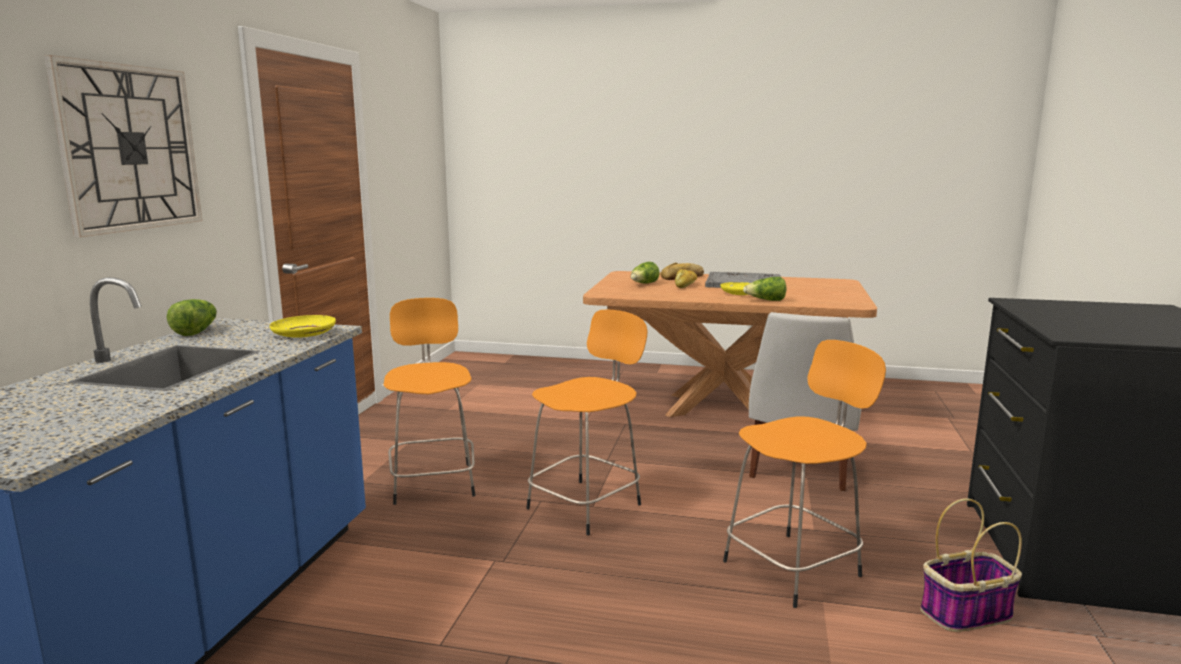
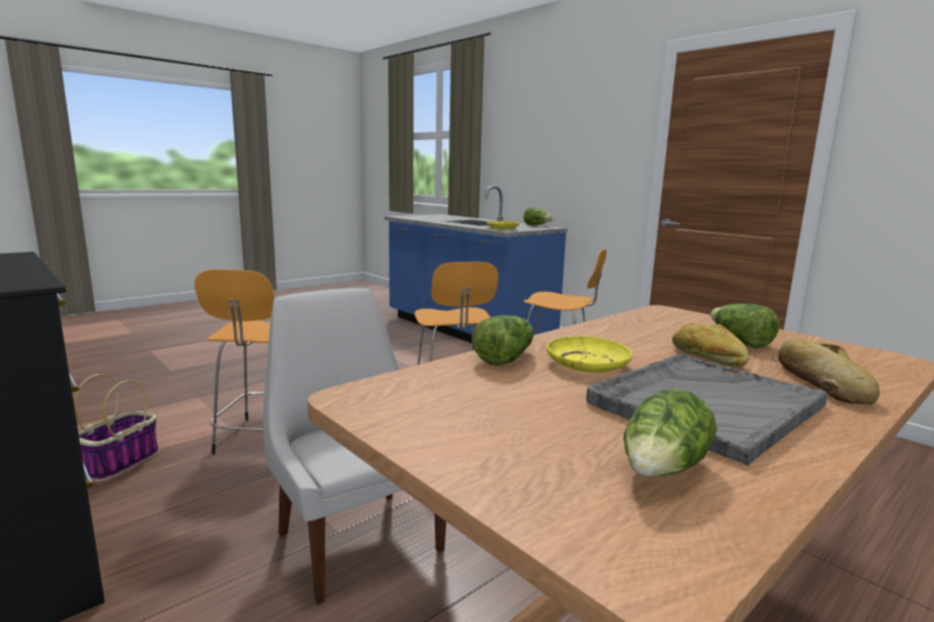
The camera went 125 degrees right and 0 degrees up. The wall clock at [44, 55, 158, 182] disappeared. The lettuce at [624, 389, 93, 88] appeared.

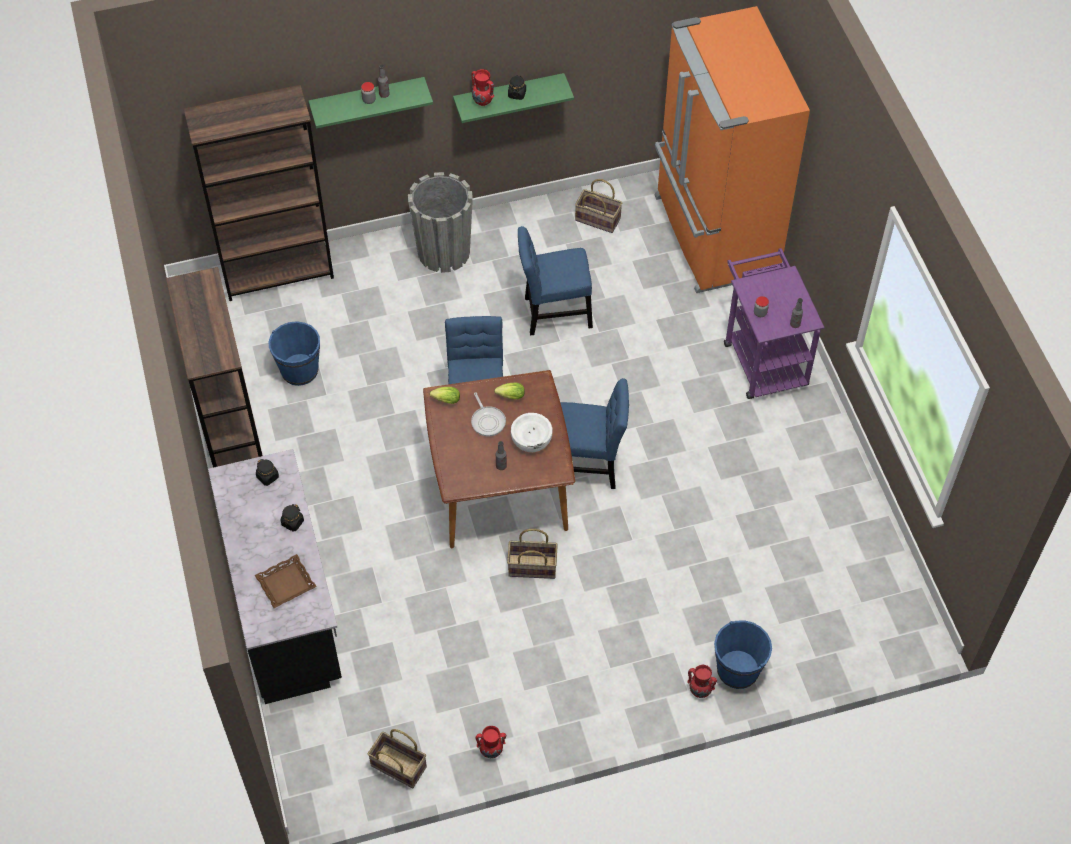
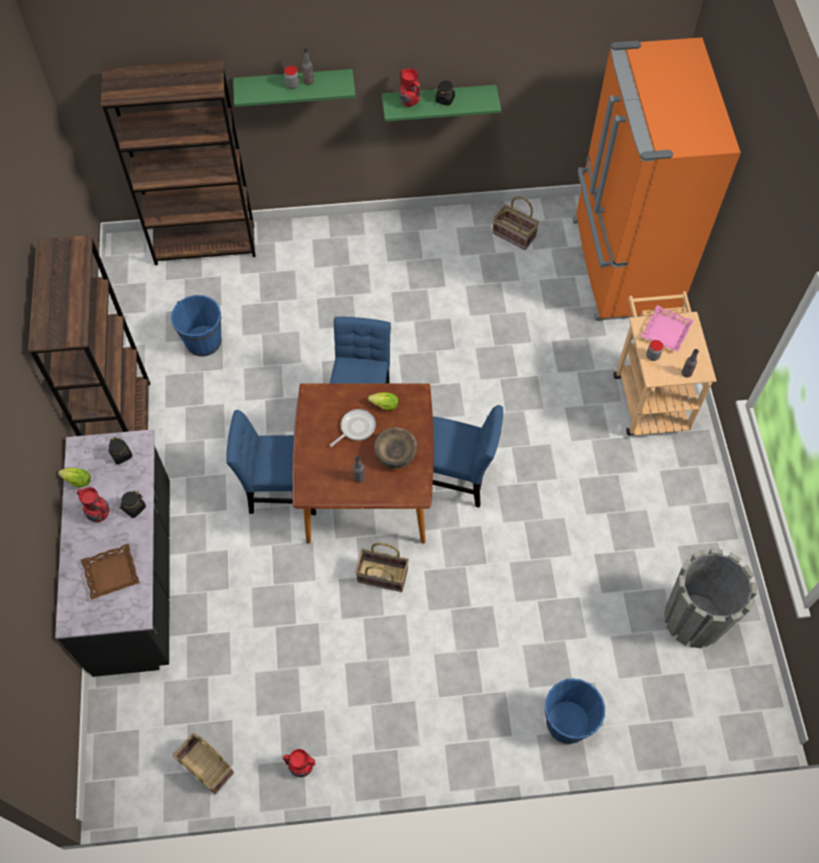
The camera went 10 degrees right and 5 degrees up. The grey planter moved from [408, 172, 65, 101] to [664, 549, 93, 99]. The lettuce moved from [430, 387, 30, 17] to [58, 468, 33, 20]. The frying pan at [471, 392, 35, 45] turned 120 degrees counterclockwise. The white bowl at [511, 413, 42, 39] became the brown bowl at [374, 427, 43, 42]. The blue chair moved from [518, 226, 75, 109] to [226, 410, 90, 105]. The red vase moved from [688, 665, 29, 33] to [77, 487, 32, 35]. The purple cart at [724, 248, 101, 151] became the beige cart at [614, 291, 103, 145]. The pink tray at [641, 305, 53, 47] appeared.

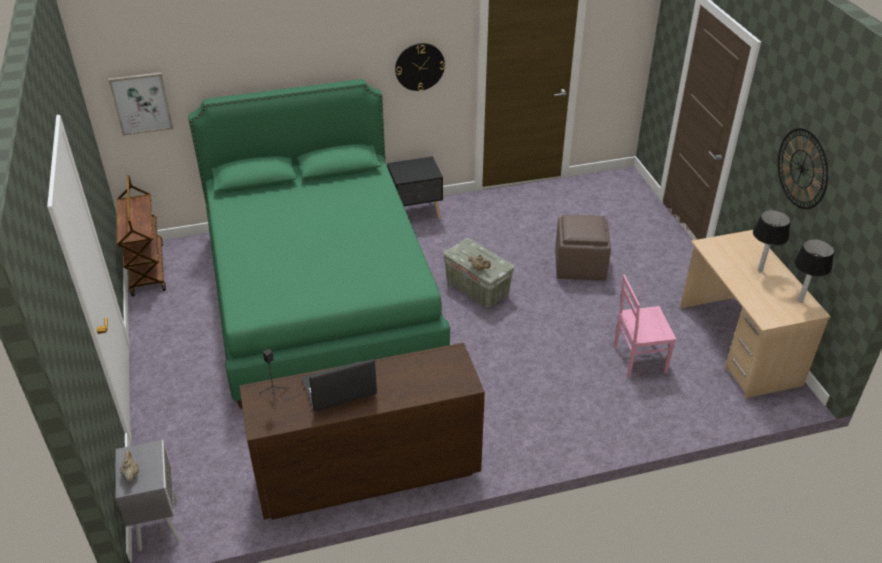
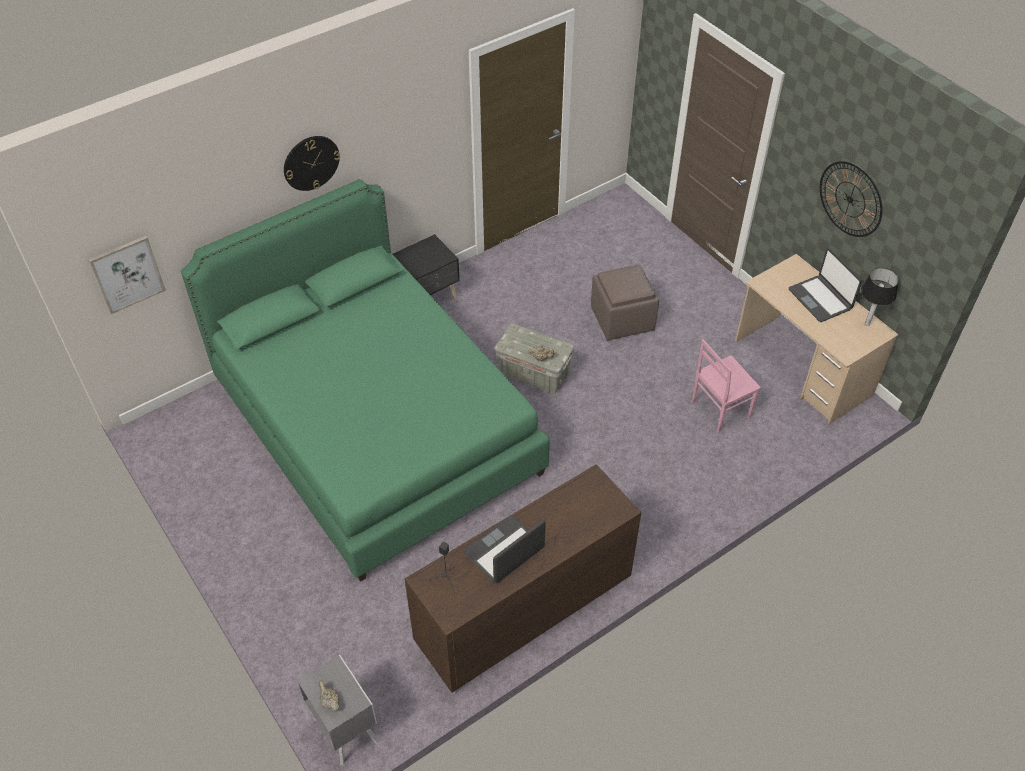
The camera went 20 degrees left and 10 degrees up. The brown cart at [117, 175, 49, 121] disappeared. The wall clock moved from [395, 43, 50, 48] to [284, 136, 56, 55]. The table lamp at [753, 210, 37, 62] was replaced by the laptop at [789, 248, 73, 74].

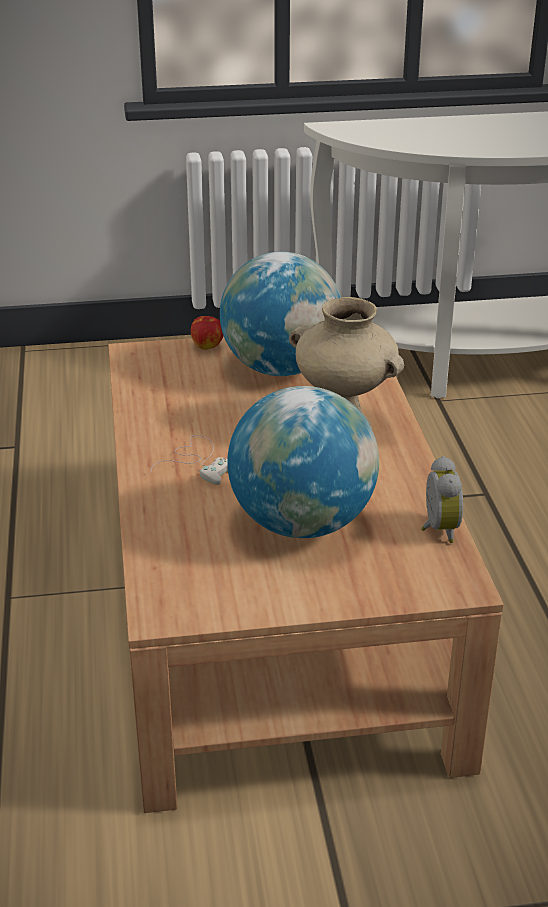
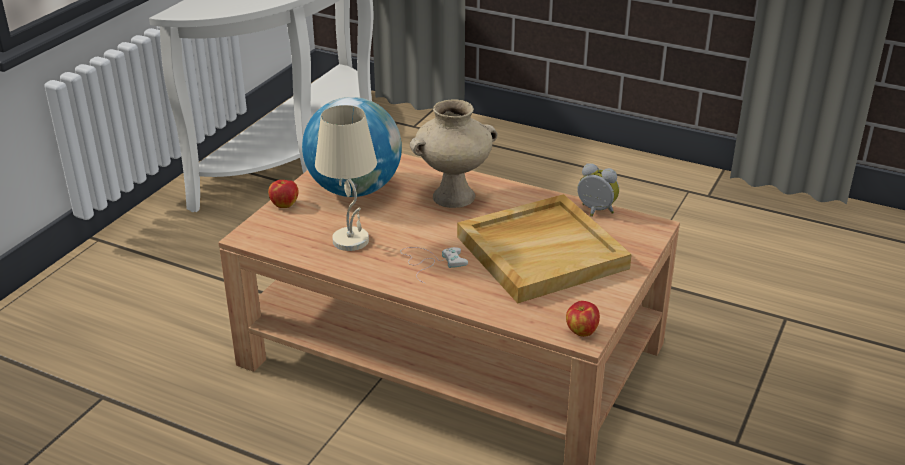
The camera went 55 degrees left and 0 degrees up. The globe at [227, 386, 152, 152] was replaced by the beige tray at [457, 194, 175, 109]. The beige table lamp at [315, 105, 62, 146] appeared. The apple at [566, 301, 34, 36] appeared.

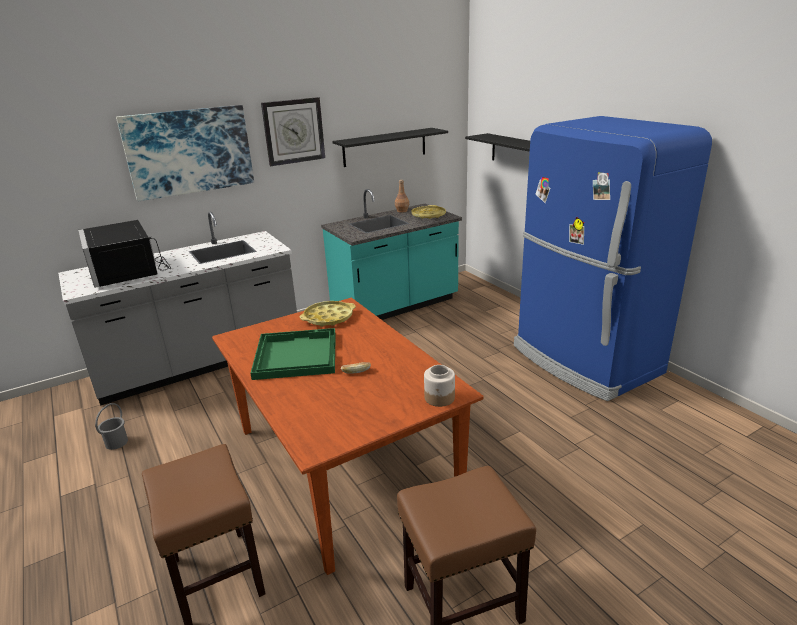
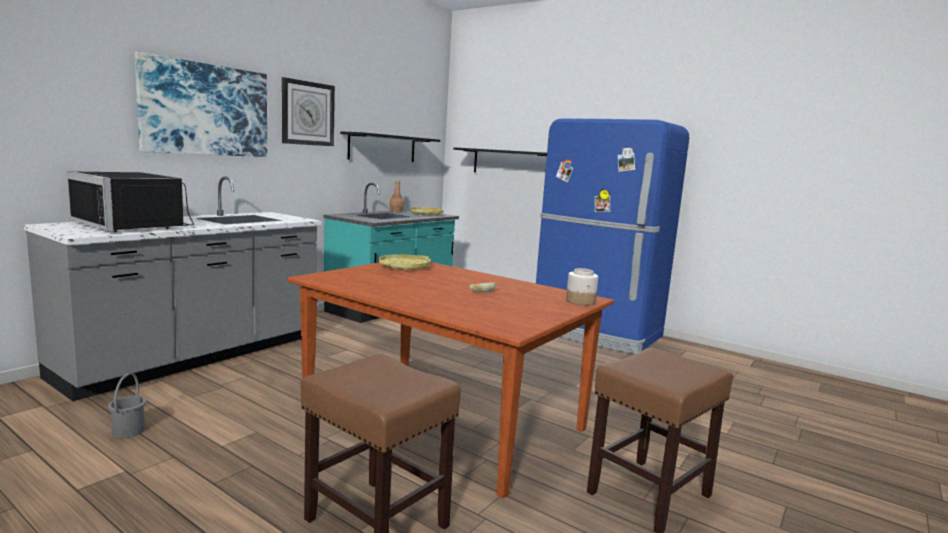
The camera went 25 degrees left and 15 degrees down. The green tray at [250, 328, 86, 52] disappeared.

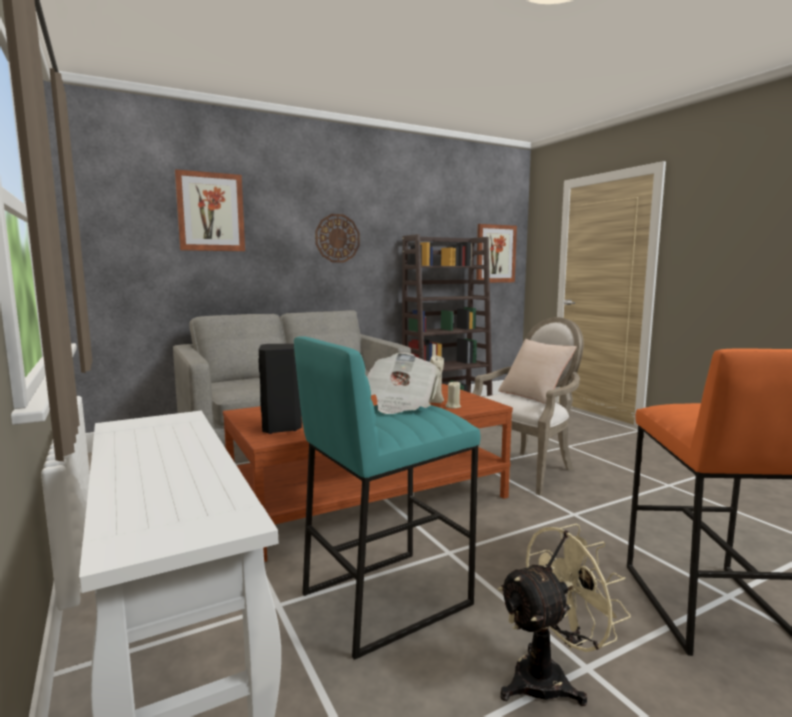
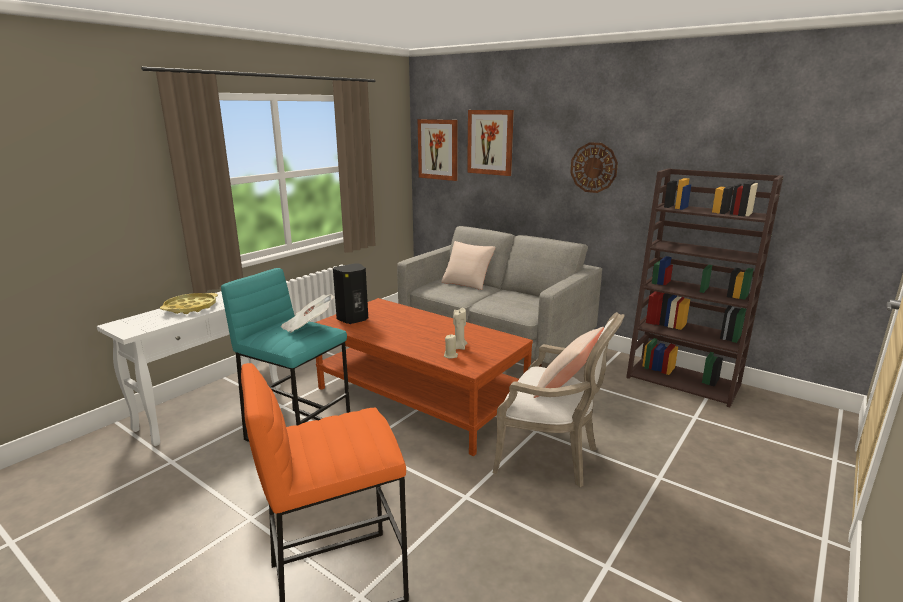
The camera went 65 degrees right and 10 degrees up. The picture moved from [476, 224, 41, 59] to [418, 119, 40, 62]. The beige fan at [497, 523, 134, 183] disappeared. The yellow tray at [160, 293, 58, 21] appeared. The beige pillow at [441, 241, 55, 49] appeared.

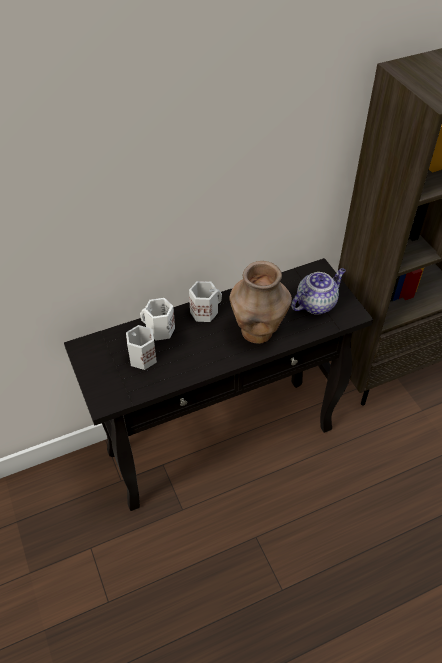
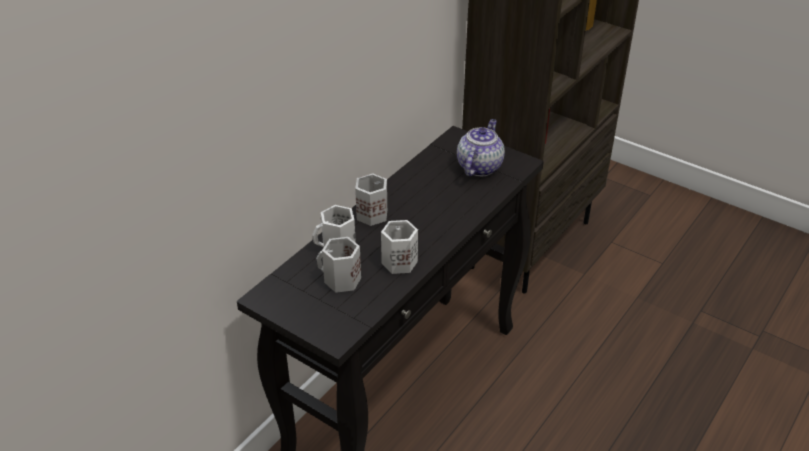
The camera went 30 degrees left and 10 degrees down. The brown vase at [229, 261, 63, 83] disappeared. The white mug at [381, 220, 37, 54] appeared.

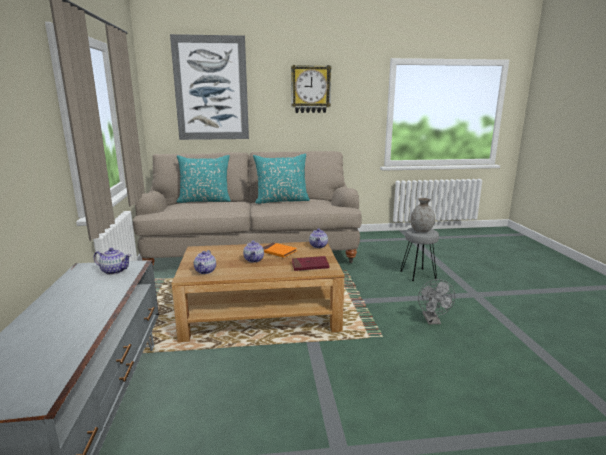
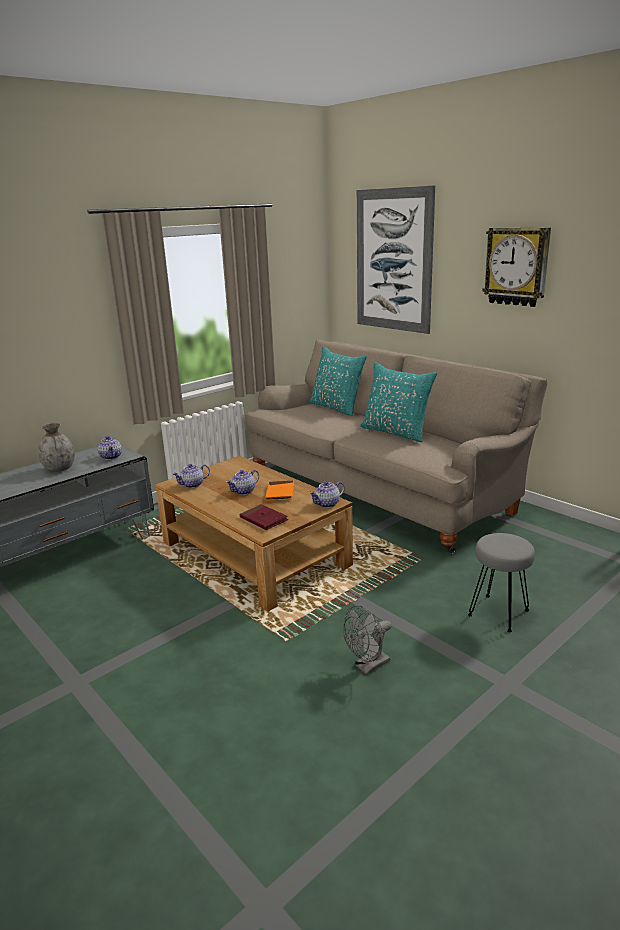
The camera went 55 degrees right and 5 degrees up. The grey vase moved from [410, 198, 25, 34] to [38, 423, 37, 49].

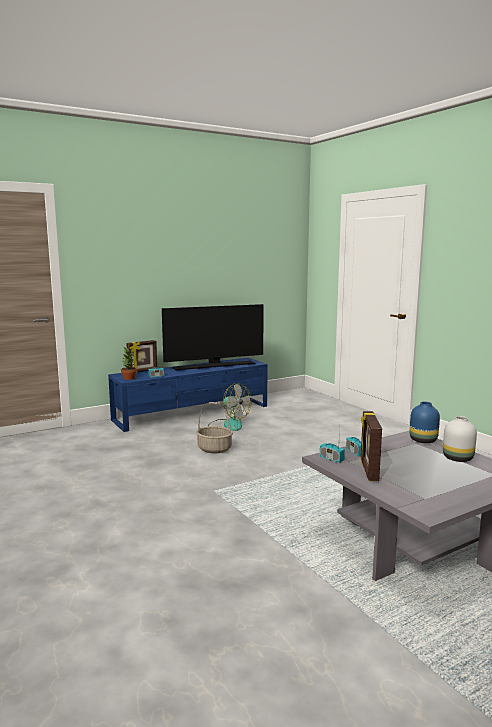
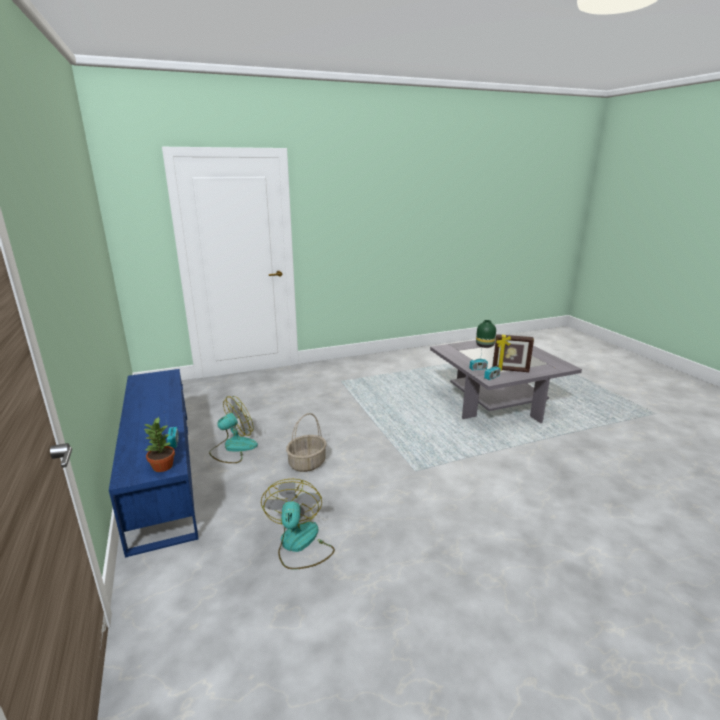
The camera went 80 degrees left and 10 degrees up. The picture frame at [126, 340, 31, 33] disappeared. The television at [162, 304, 102, 66] disappeared. The blue vase at [410, 402, 30, 41] disappeared. The white vase at [443, 416, 34, 46] became the green vase at [476, 320, 20, 28]. The fan at [261, 479, 74, 90] appeared.

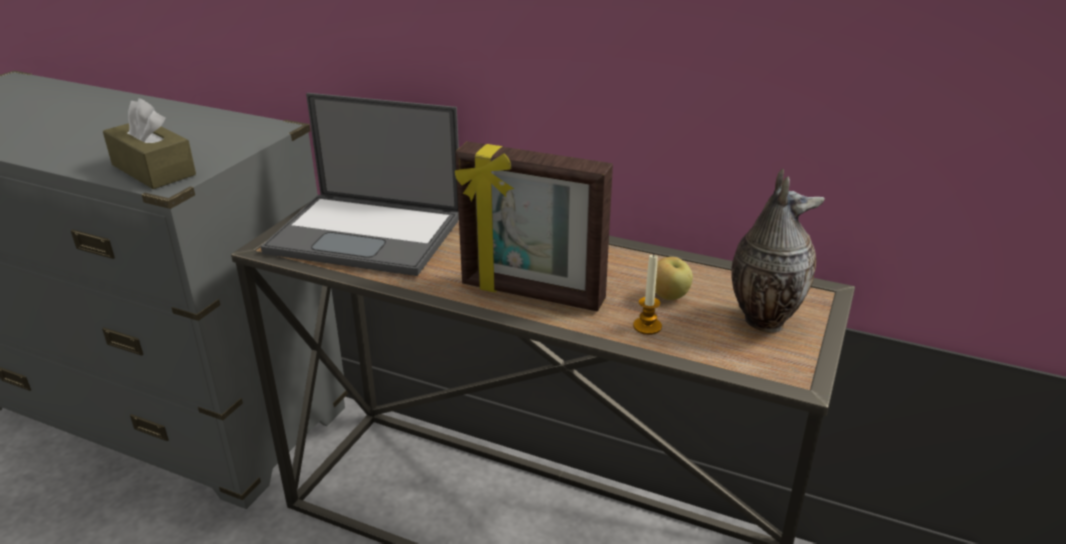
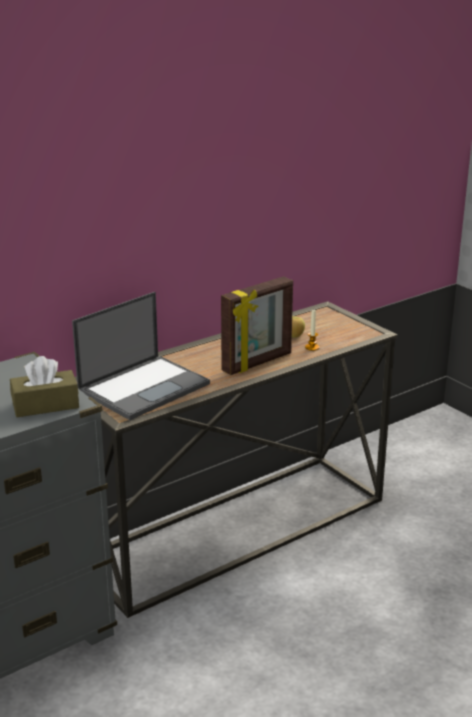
The camera went 60 degrees left and 5 degrees down. The vase at [731, 169, 94, 164] disappeared.

